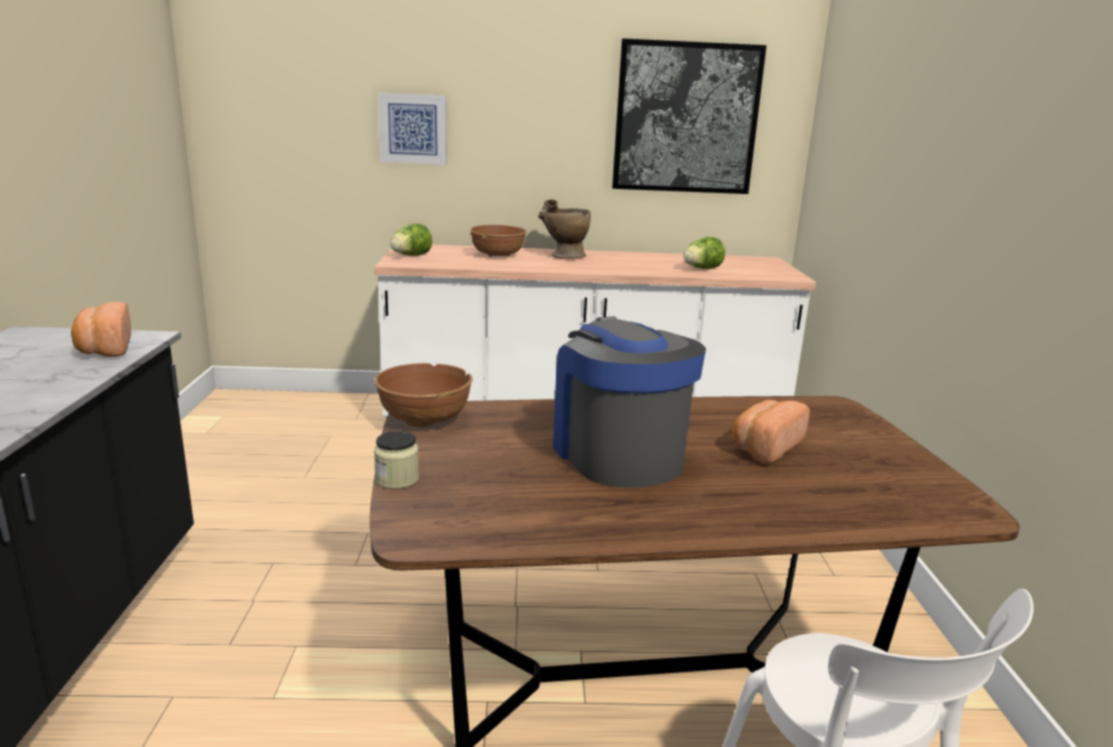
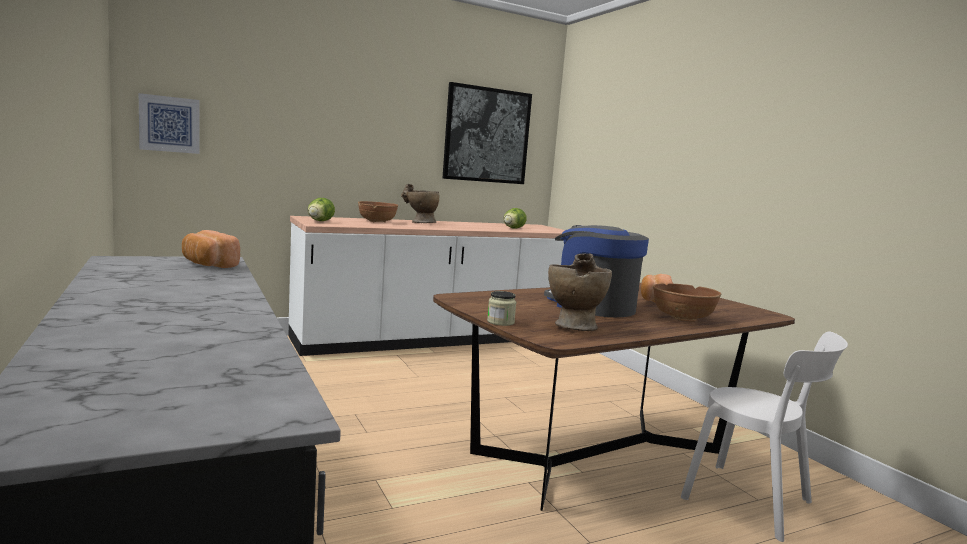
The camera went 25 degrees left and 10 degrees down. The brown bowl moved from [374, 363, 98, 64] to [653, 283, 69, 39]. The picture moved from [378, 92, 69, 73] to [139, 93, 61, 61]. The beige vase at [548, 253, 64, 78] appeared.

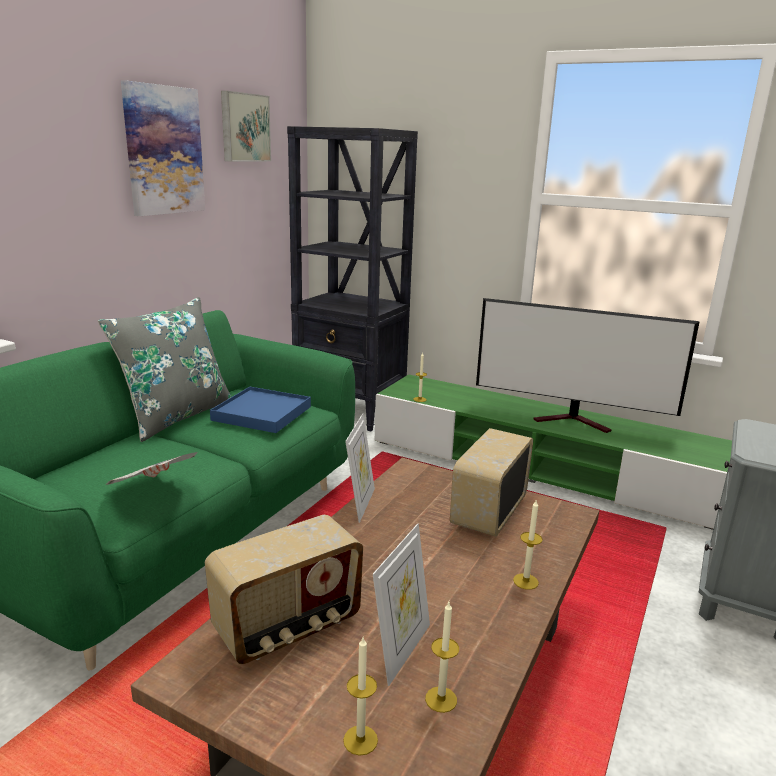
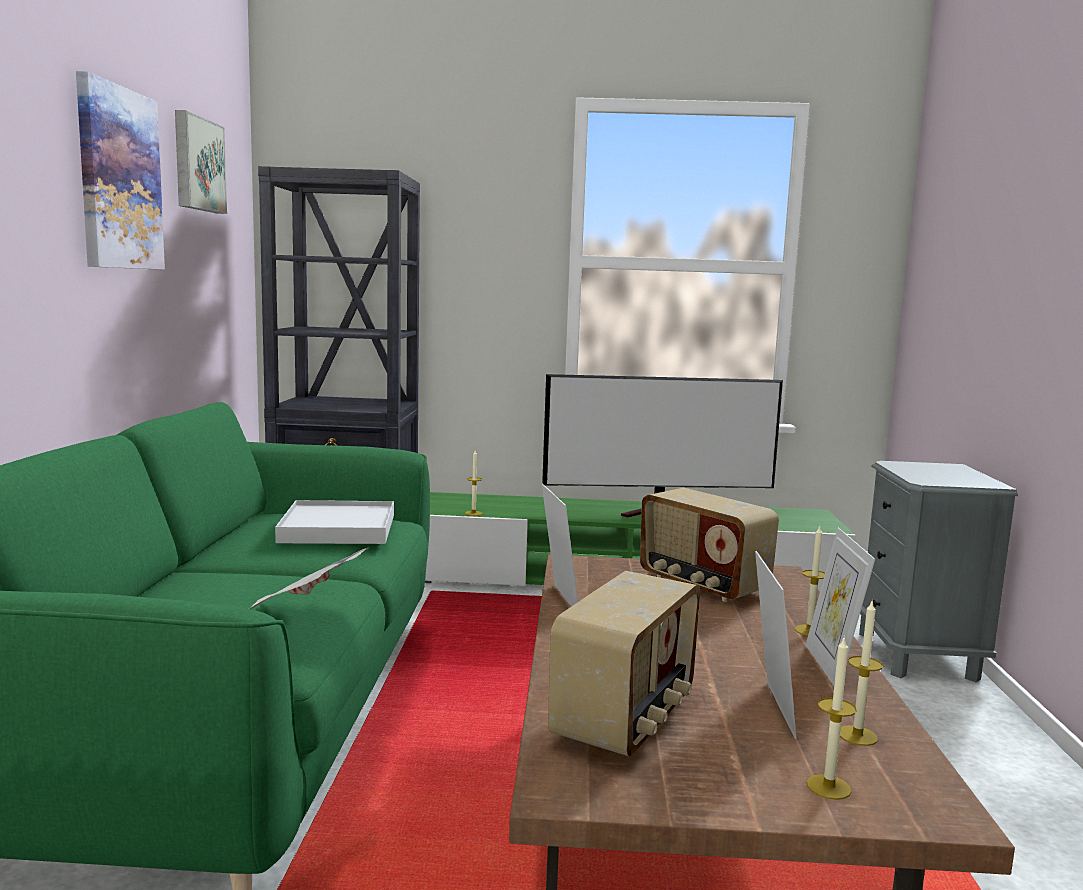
The camera went 25 degrees left and 10 degrees down. The grey pillow at [98, 297, 134, 145] disappeared. The blue tray at [210, 387, 101, 46] became the white tray at [275, 500, 119, 44]. The radio at [450, 428, 83, 109] turned 45 degrees counterclockwise. The picture frame at [806, 527, 69, 158] appeared.

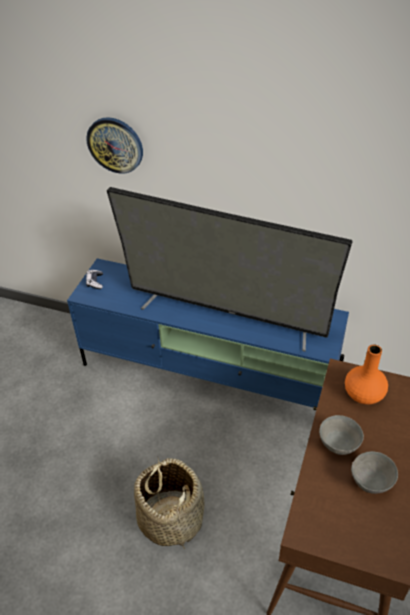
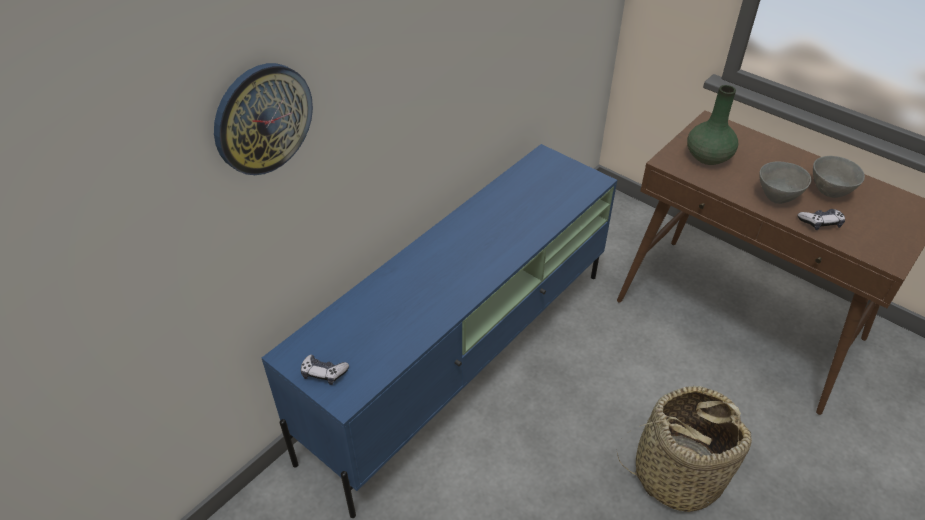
The camera went 70 degrees left and 0 degrees up. The television at [107, 187, 246, 165] disappeared. The orange vase at [345, 345, 43, 59] became the green vase at [687, 85, 51, 80]. The game controller at [798, 209, 47, 21] appeared.

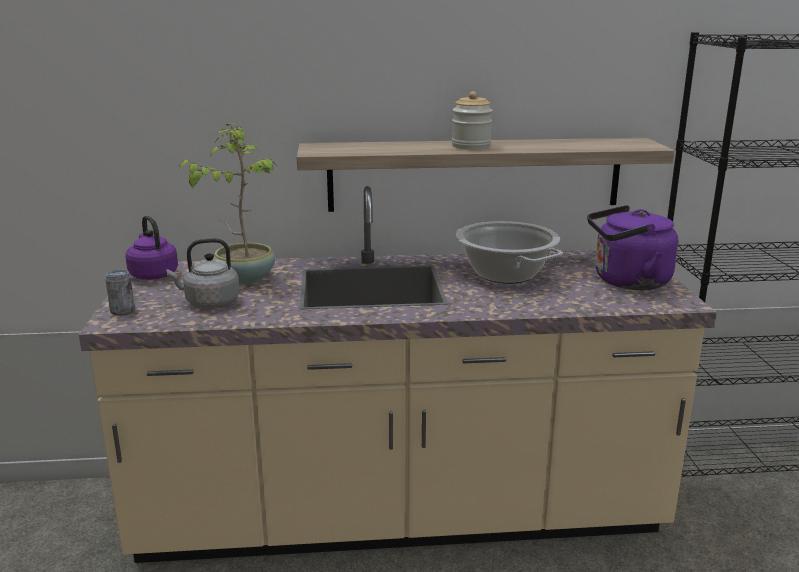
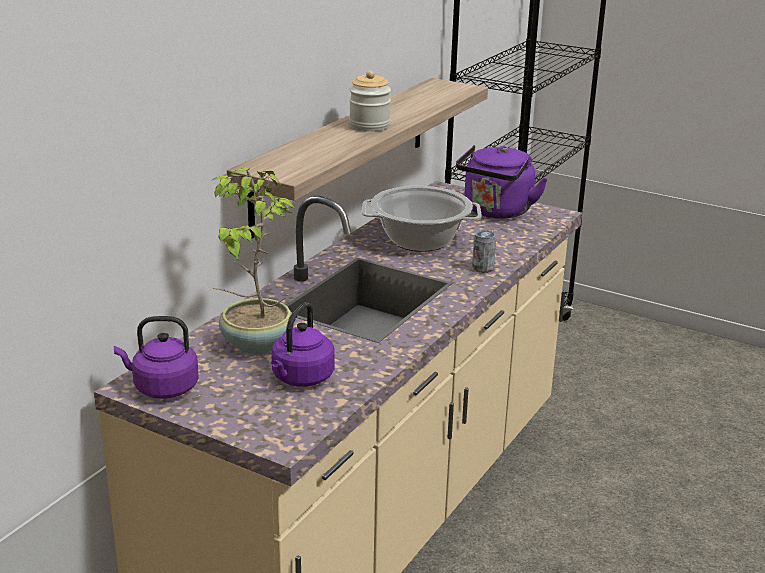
The camera went 55 degrees left and 5 degrees up. The can moved from [106, 270, 29, 46] to [472, 230, 24, 43]. The grey kettle at [166, 238, 74, 70] became the purple kettle at [271, 302, 64, 85].

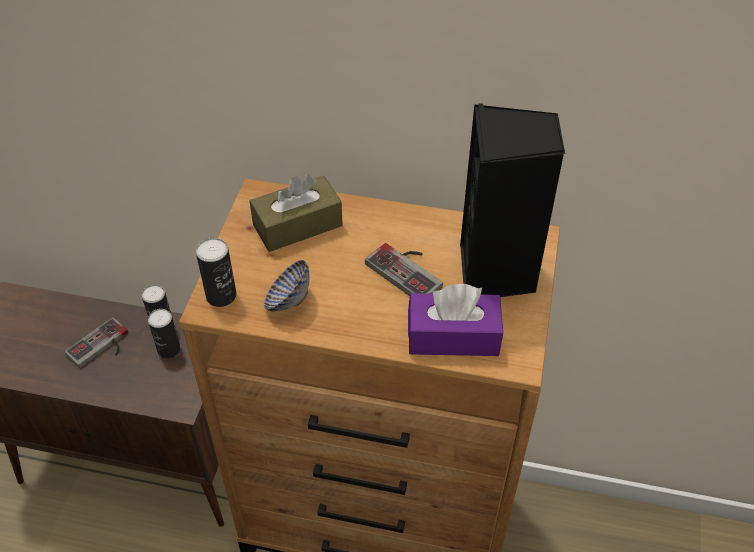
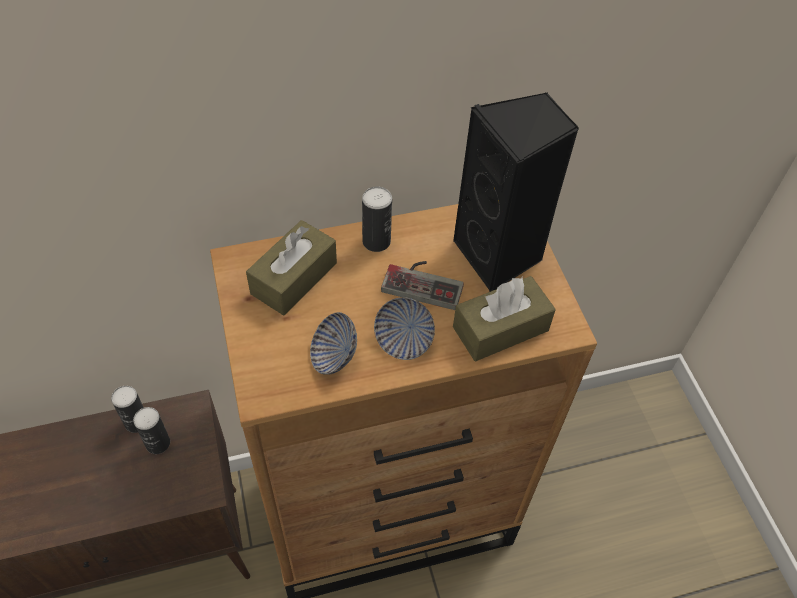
The camera went 30 degrees left and 5 degrees up. The game controller at [65, 317, 63, 51] disappeared. The can moved from [196, 238, 40, 69] to [362, 186, 30, 66]. The purple tissue box at [408, 284, 95, 72] became the brown tissue box at [453, 276, 103, 85]. The bowl at [374, 297, 61, 63] appeared.

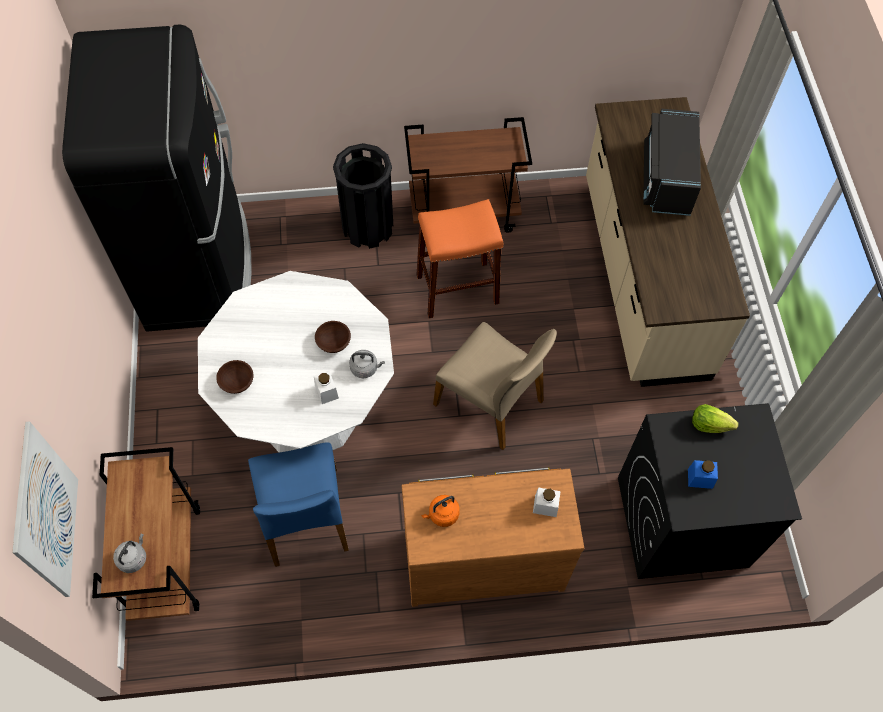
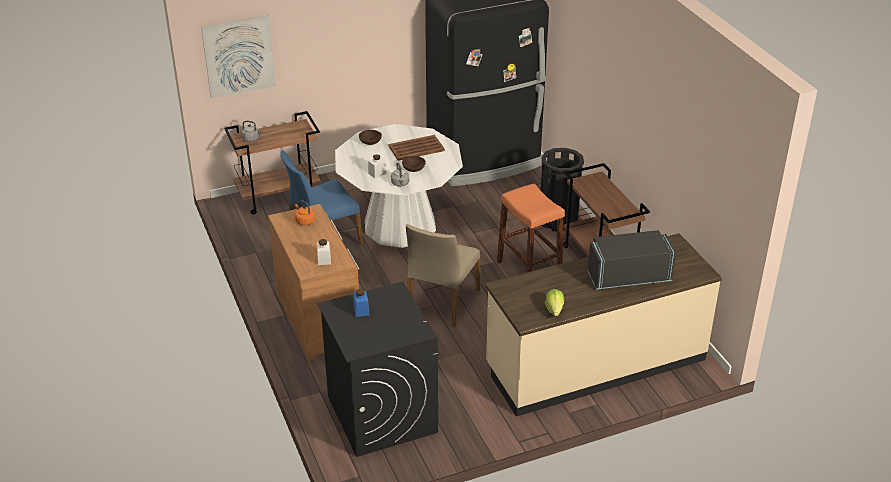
The camera went 75 degrees right and 25 degrees down. The lettuce moved from [692, 404, 47, 29] to [545, 289, 19, 27]. The brown tray at [388, 135, 57, 26] appeared.

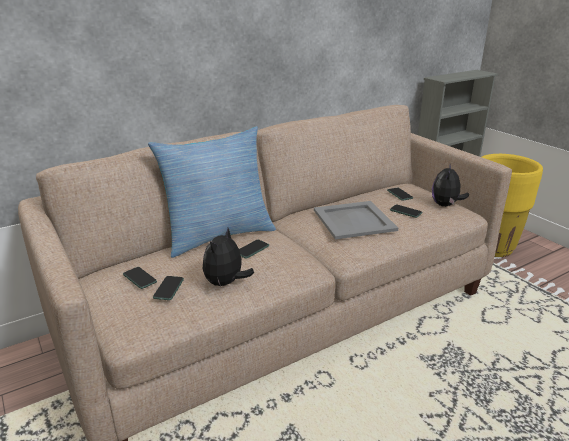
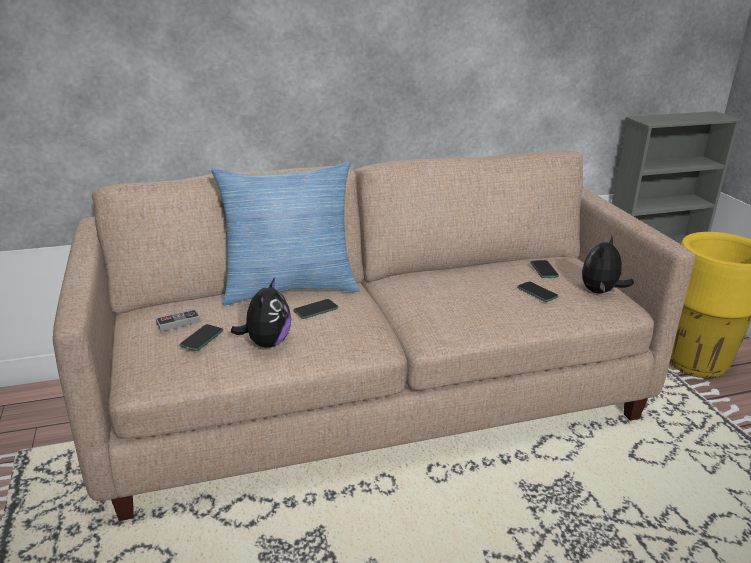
The camera went 15 degrees right and 0 degrees up. The phone at [123, 267, 34, 22] was replaced by the game controller at [156, 309, 45, 22]. The plush toy at [203, 228, 51, 58] turned 150 degrees clockwise. The grey tray at [314, 201, 84, 38] disappeared.

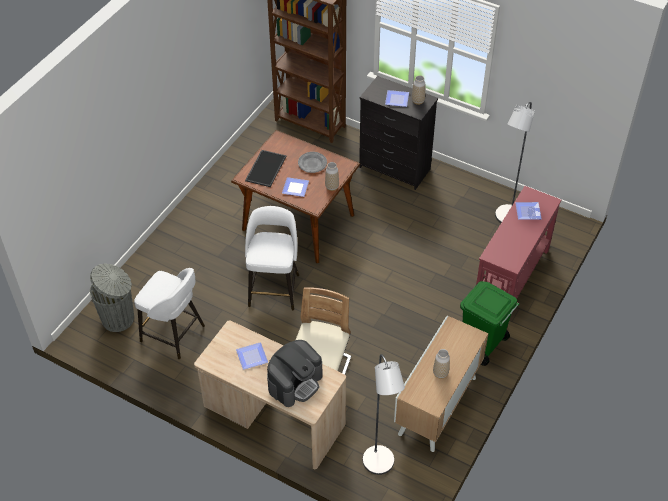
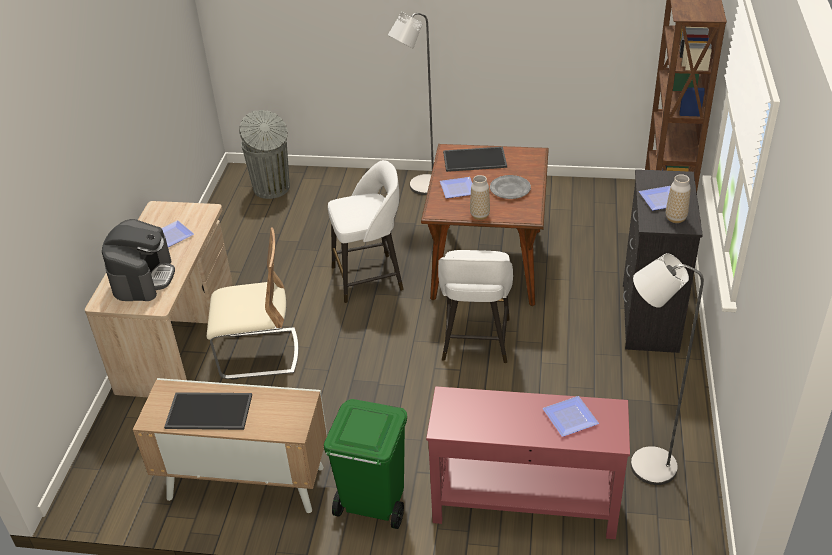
The camera went 70 degrees right and 10 degrees down. The white stool moved from [134, 268, 71, 91] to [438, 250, 75, 113]. The coffee machine at [267, 340, 56, 67] turned 105 degrees counterclockwise. The grey floor lamp moved from [363, 354, 42, 121] to [388, 12, 46, 183]. The vase at [433, 349, 17, 30] was replaced by the tray at [164, 392, 88, 38].

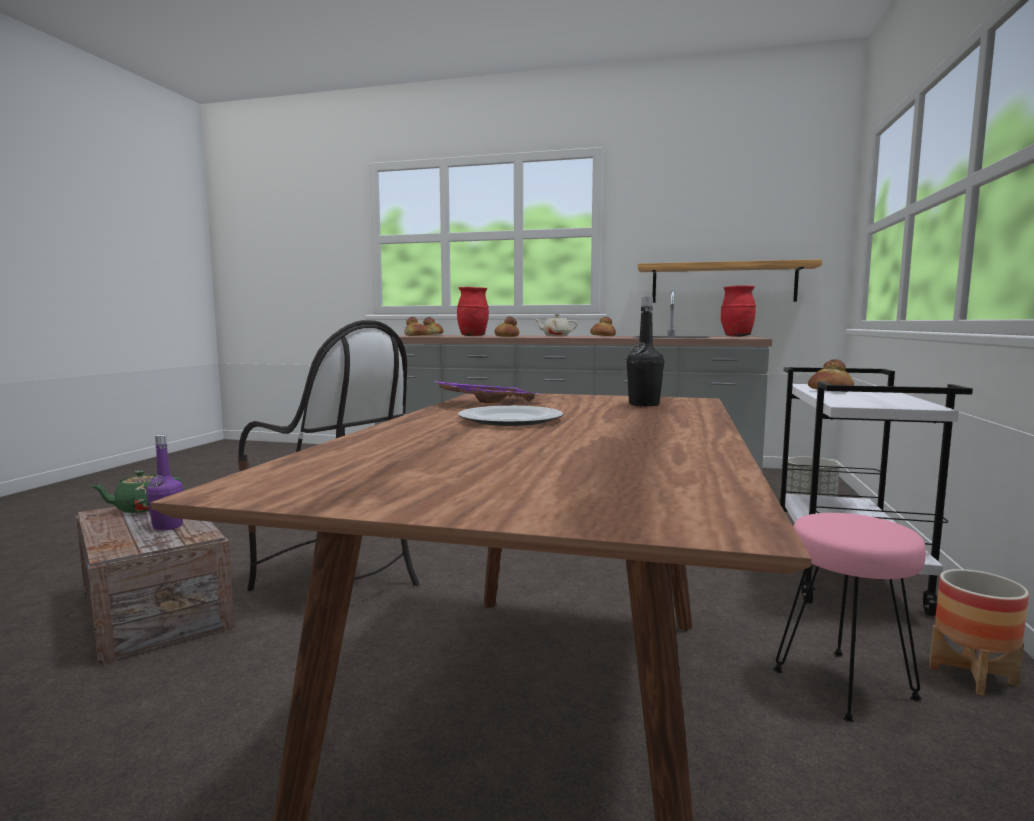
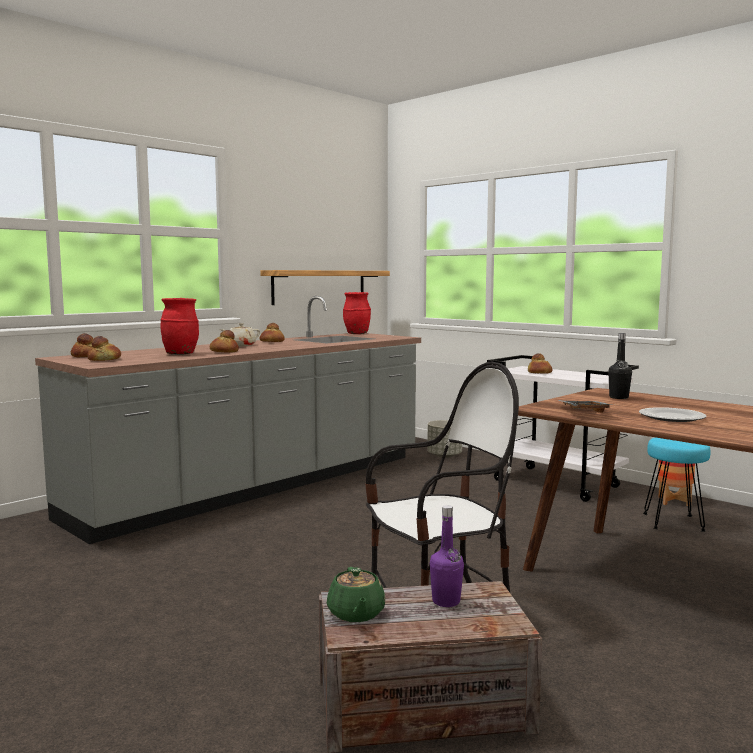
The camera went 60 degrees left and 0 degrees up. The purple tray at [434, 381, 109, 22] became the grey tray at [559, 400, 51, 13]. The pink stool at [773, 513, 153, 209] became the turquoise stool at [643, 438, 67, 94].

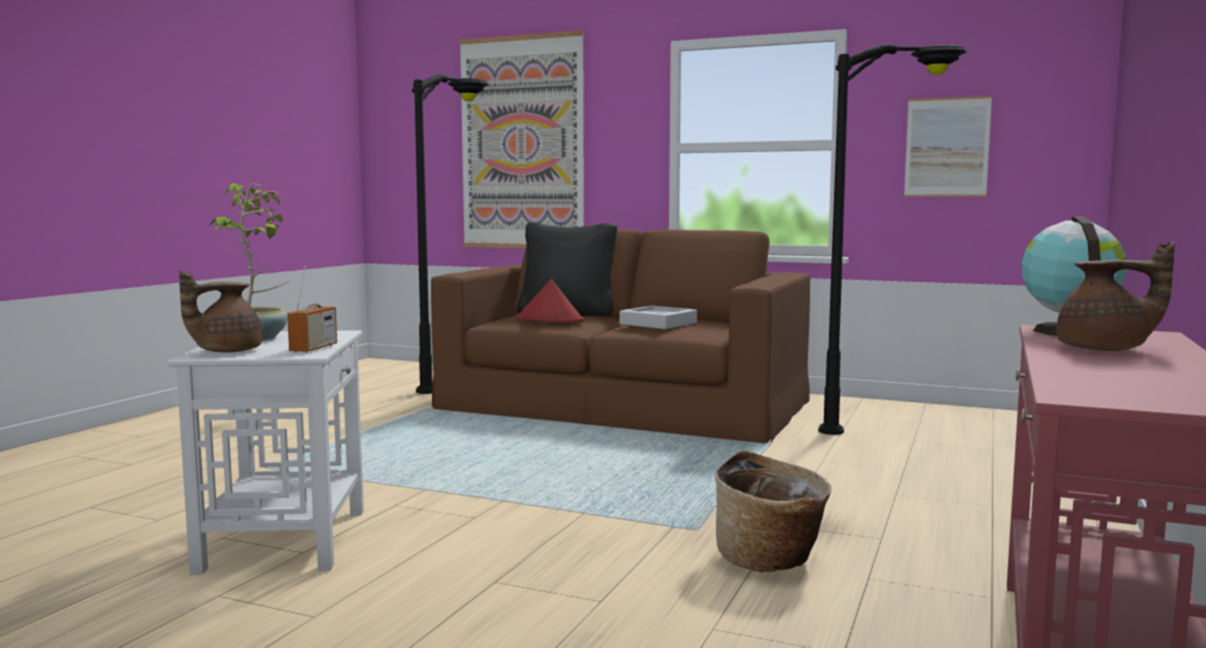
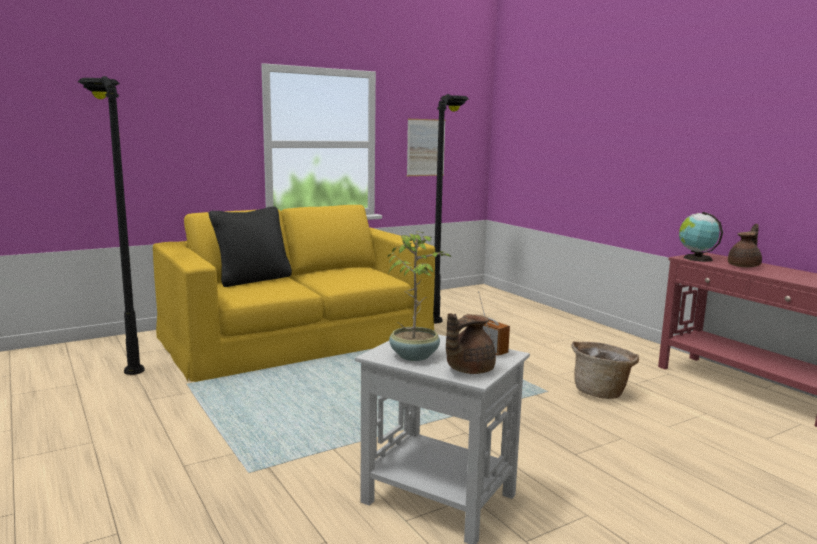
The camera went 55 degrees left and 5 degrees up. The brown teapot at [179, 270, 84, 82] turned 60 degrees clockwise. The brown sofa at [431, 229, 379, 214] became the yellow sofa at [153, 205, 282, 177]. The picture at [459, 30, 125, 218] disappeared. The red hat at [516, 279, 69, 44] disappeared. The grey tray at [620, 306, 77, 23] disappeared.

